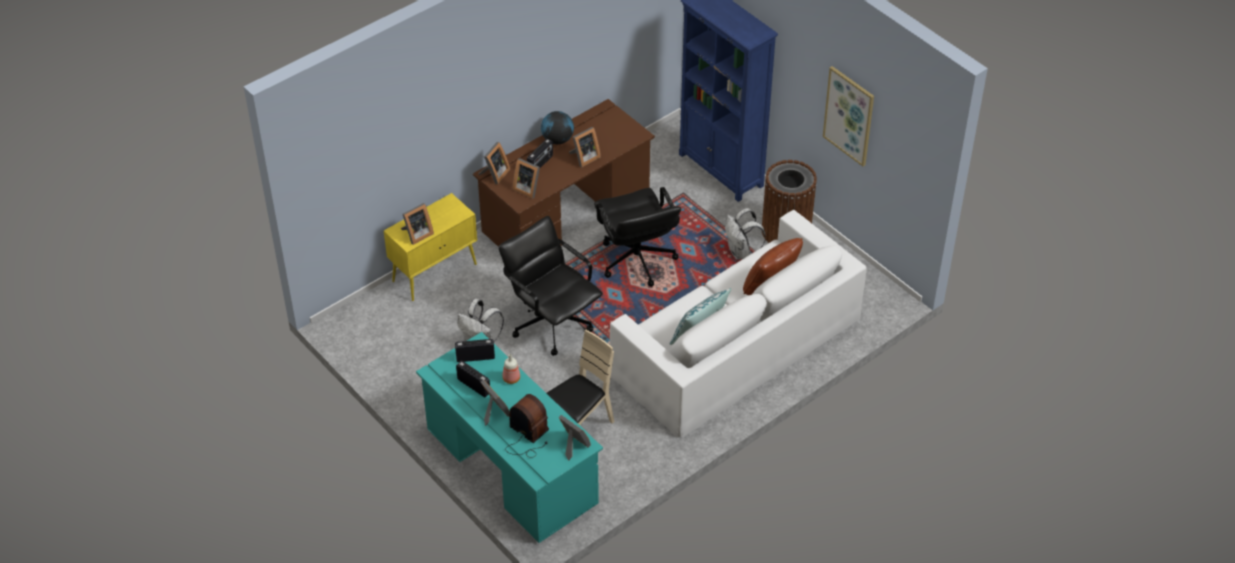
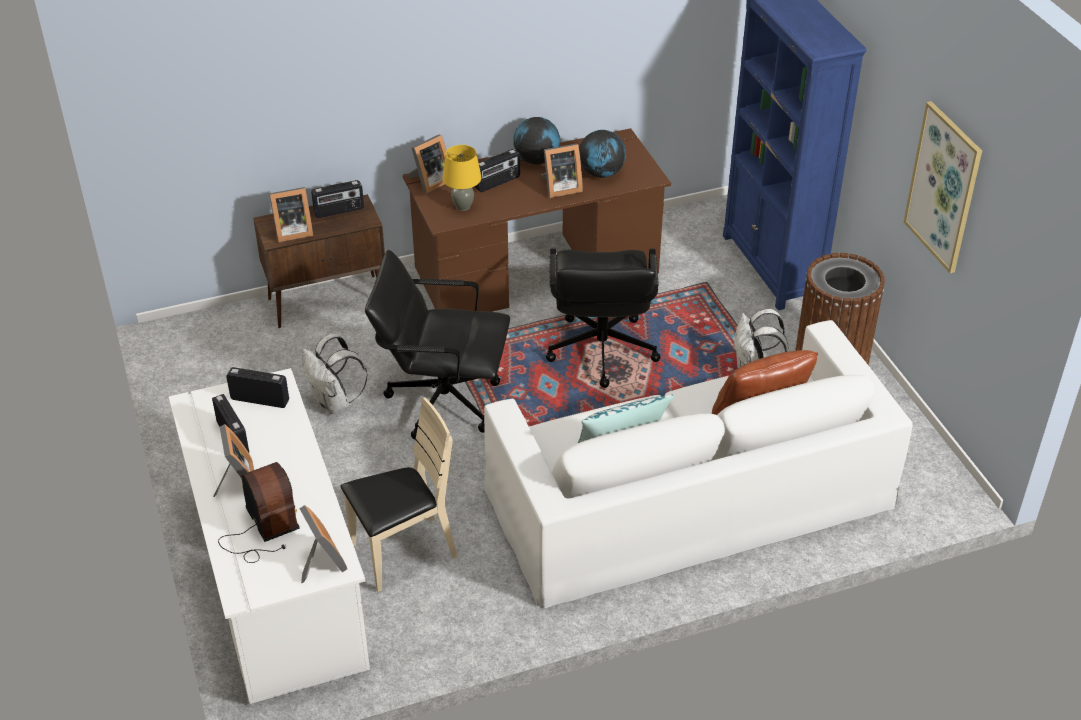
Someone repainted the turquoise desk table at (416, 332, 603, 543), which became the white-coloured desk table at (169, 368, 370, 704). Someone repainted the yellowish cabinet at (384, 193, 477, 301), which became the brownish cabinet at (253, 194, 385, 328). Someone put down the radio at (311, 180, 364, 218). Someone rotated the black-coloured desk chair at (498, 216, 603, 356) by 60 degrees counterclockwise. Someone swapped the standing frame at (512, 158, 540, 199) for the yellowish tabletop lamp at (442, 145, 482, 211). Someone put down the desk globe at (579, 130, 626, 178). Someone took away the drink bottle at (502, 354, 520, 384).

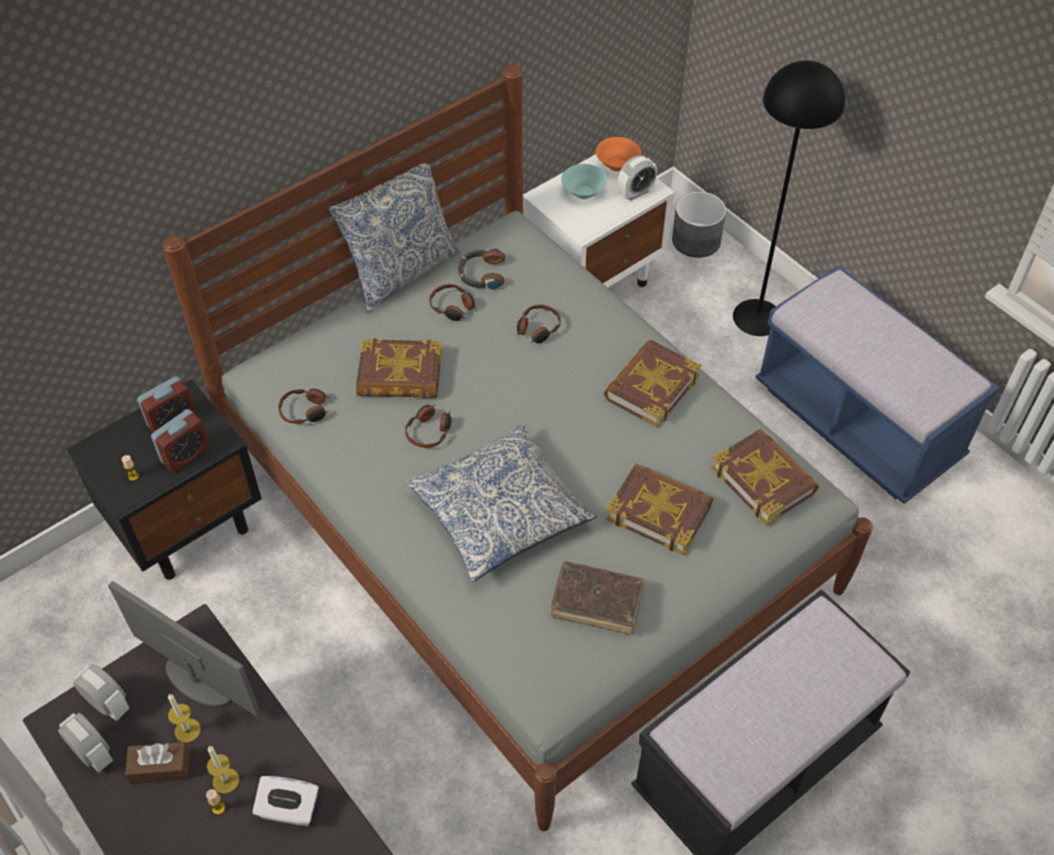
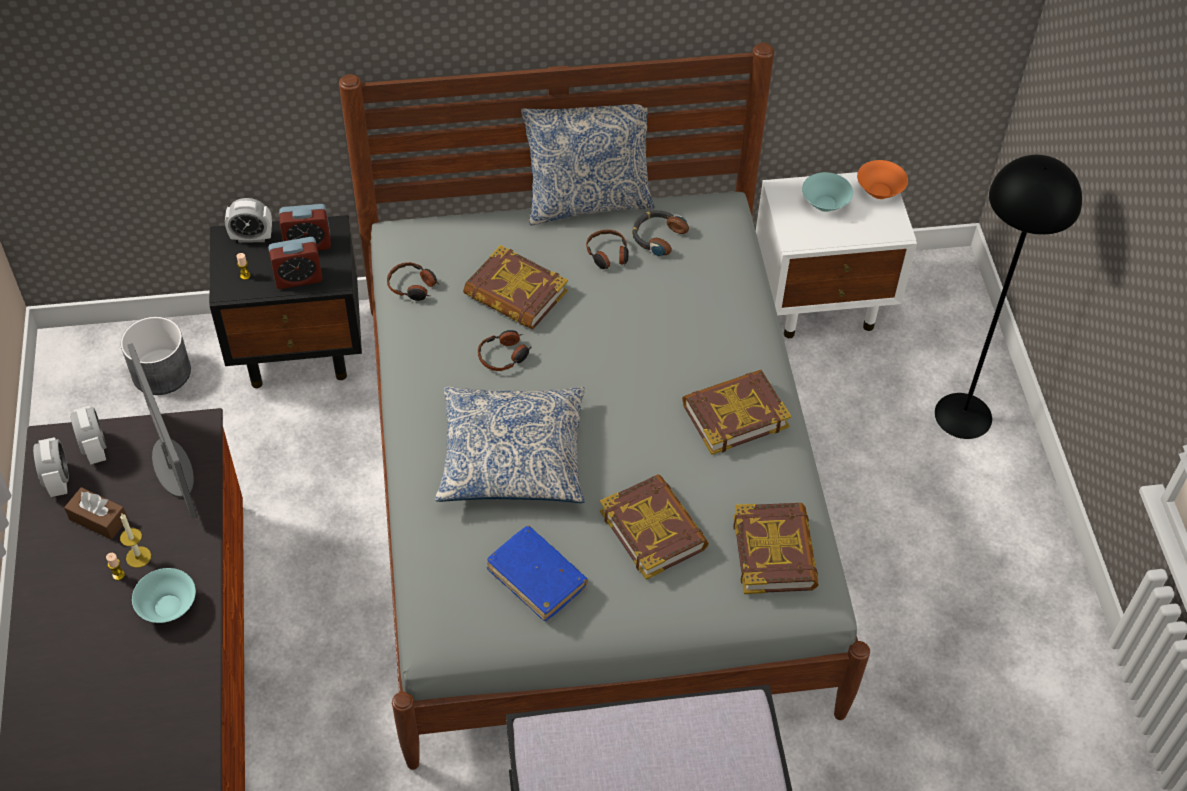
Someone carried the grey planter from (672, 192, 726, 258) to (121, 317, 191, 395). Someone swapped the white-coloured box of tissues at (252, 776, 319, 826) for the turquoise bowl at (132, 568, 196, 623). Someone carried the alarm clock from (618, 155, 657, 201) to (225, 198, 272, 243). Someone repainted the brownish book at (551, 561, 645, 634), which became the blue-coloured book at (487, 525, 588, 621). Someone took away the wax candle at (168, 694, 201, 743). Someone took away the headphones at (517, 305, 561, 343). Someone took away the blue-coloured bench at (755, 265, 999, 504).

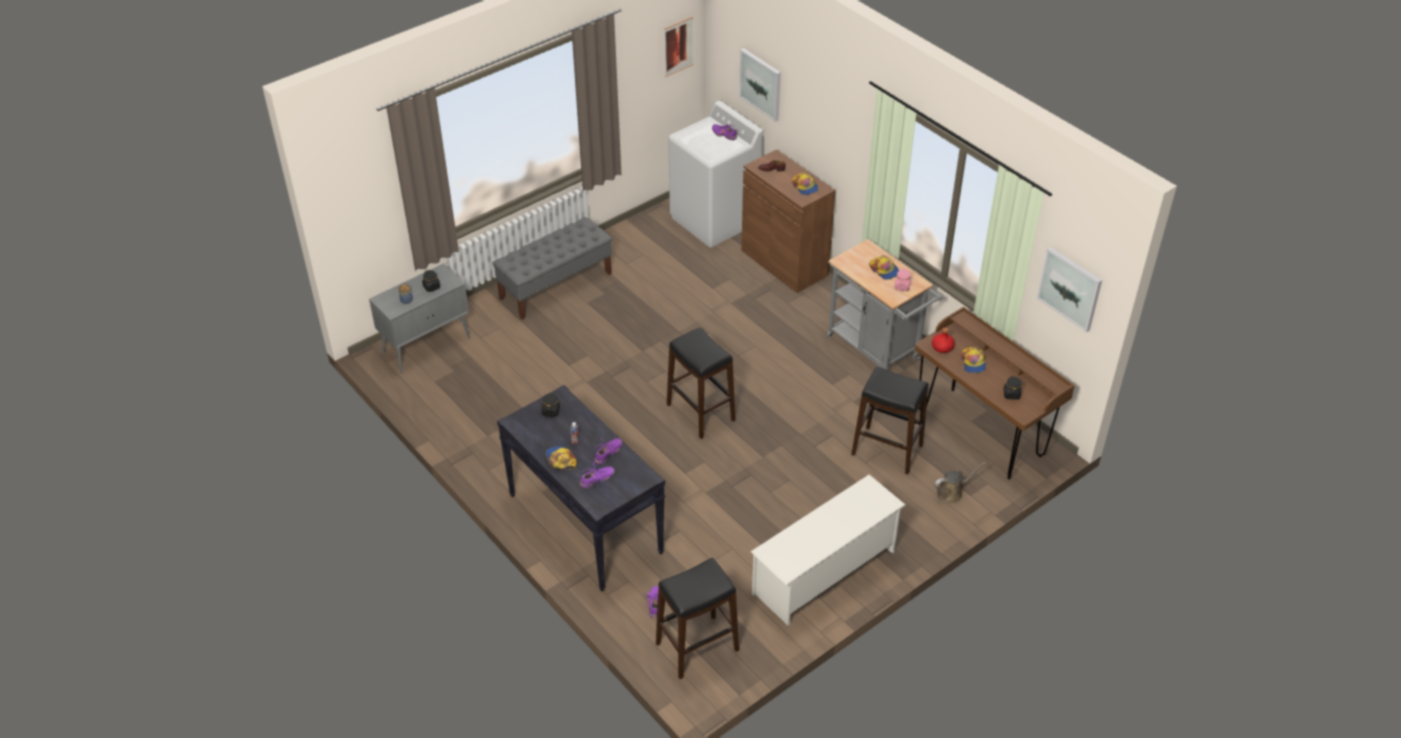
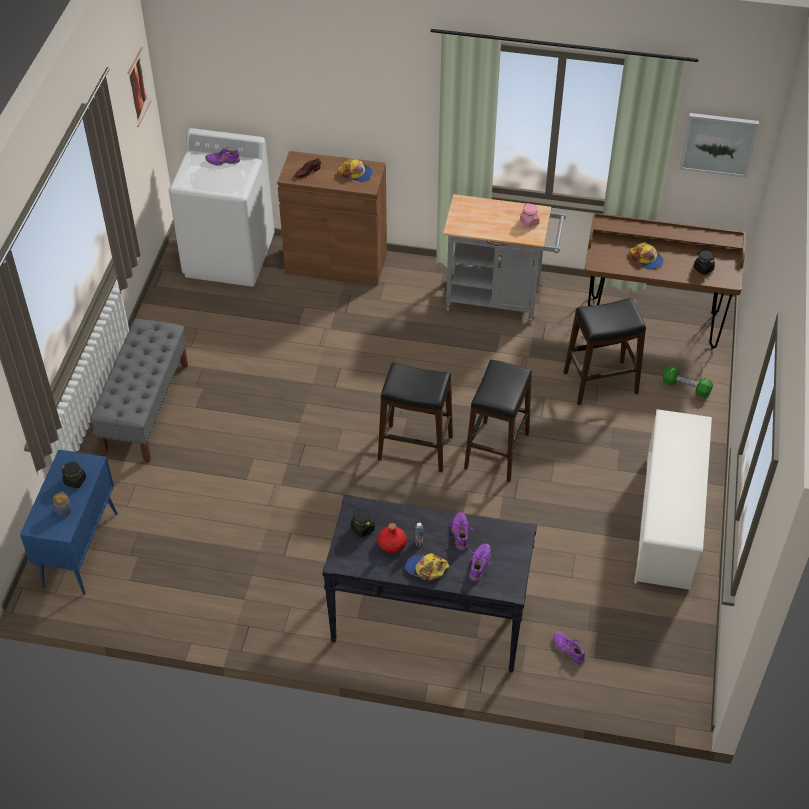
Someone repainted the grey cabinet at (369, 264, 470, 374), which became the blue-coloured cabinet at (20, 449, 118, 595). Someone carried the reddish drink bottle from (932, 328, 955, 353) to (378, 523, 407, 553). Someone carried the black-coloured sitting stool from (656, 558, 739, 679) to (464, 360, 532, 482). Someone swapped the brownish sprinkling can at (934, 462, 986, 503) for the greenish free weight at (662, 366, 713, 398). Someone took away the wall picture at (739, 48, 781, 122). Someone took away the cap at (869, 255, 899, 280).

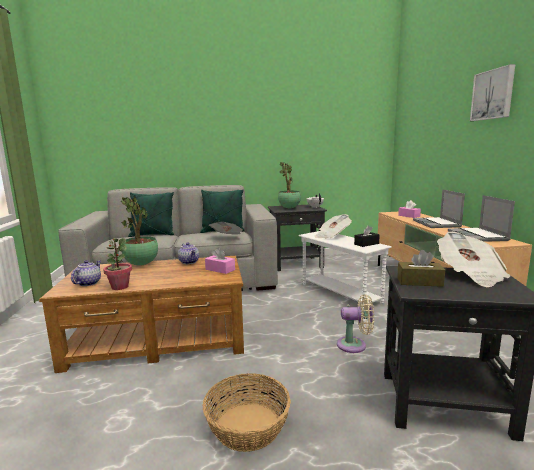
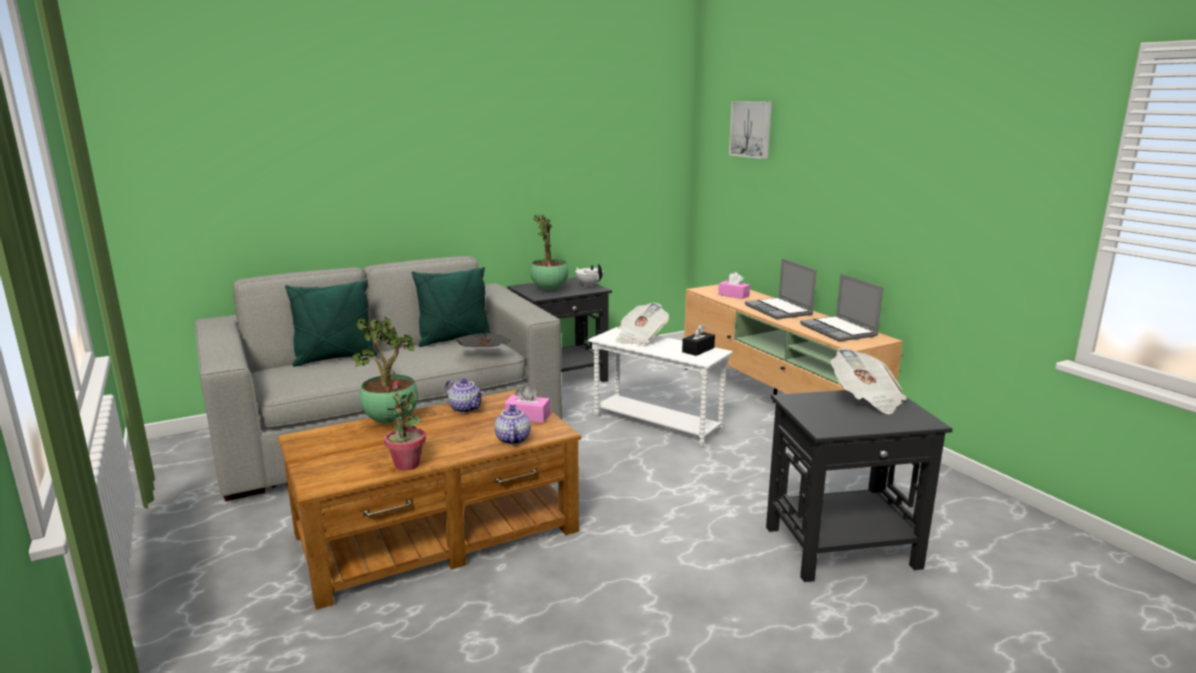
Someone carried the pot for tea from (71, 260, 101, 286) to (495, 404, 531, 445). Someone carried the wall picture from (470, 64, 515, 121) to (729, 101, 772, 159). Someone took away the storage basket at (203, 374, 291, 452). Someone took away the beige-coloured cooling fan at (337, 294, 374, 353). Someone took away the brownish box of tissues at (397, 250, 445, 287).

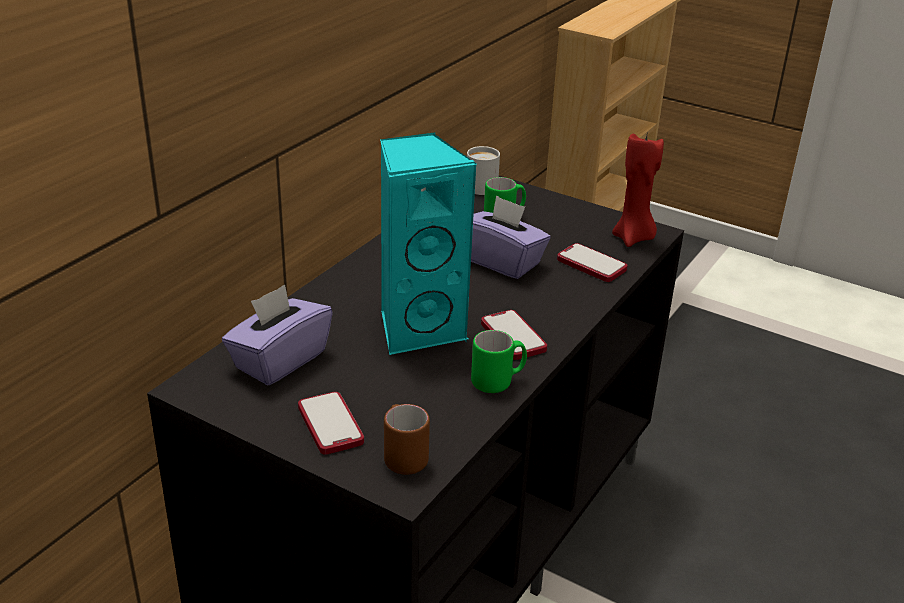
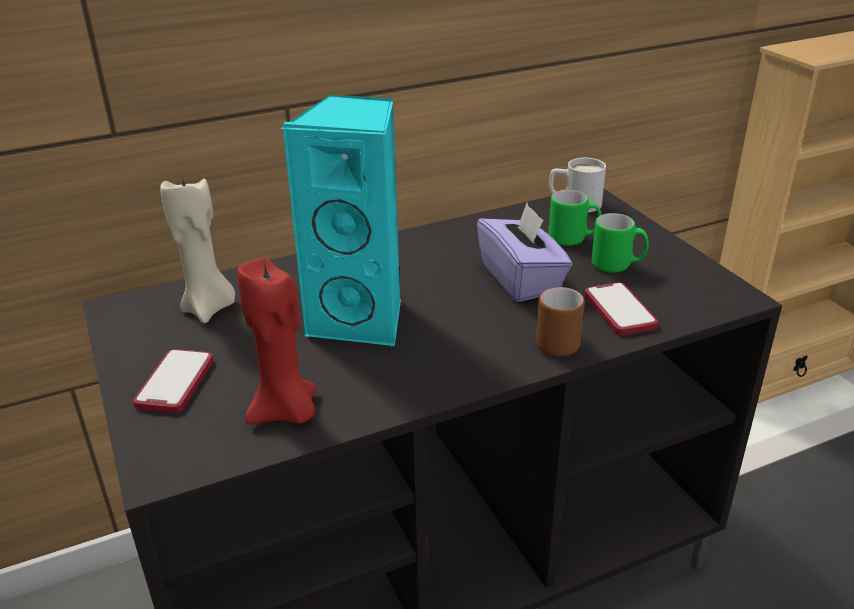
Someone swapped the purple box of tissues at (222, 285, 333, 385) for the beige-coloured wax candle at (160, 176, 235, 323). Someone carried the reddish wax candle from (612, 133, 664, 247) to (237, 258, 317, 424). Someone carried the brownish mug from (384, 404, 430, 475) to (536, 287, 585, 356). Someone carried the greenish mug from (471, 330, 527, 393) to (592, 213, 649, 273). Someone took away the handset at (481, 310, 547, 360).

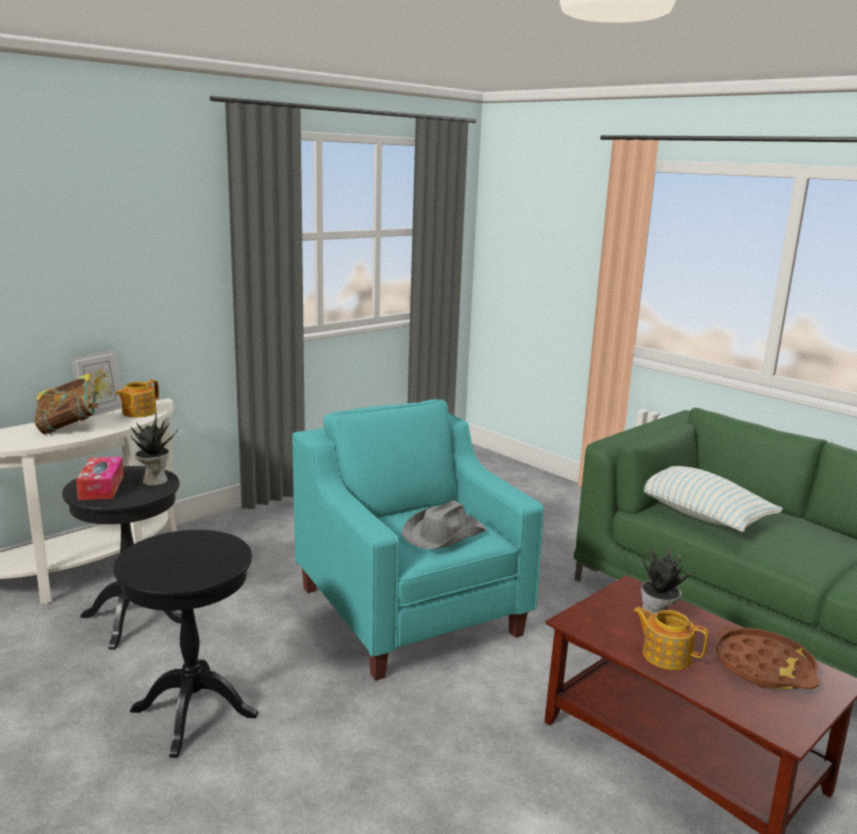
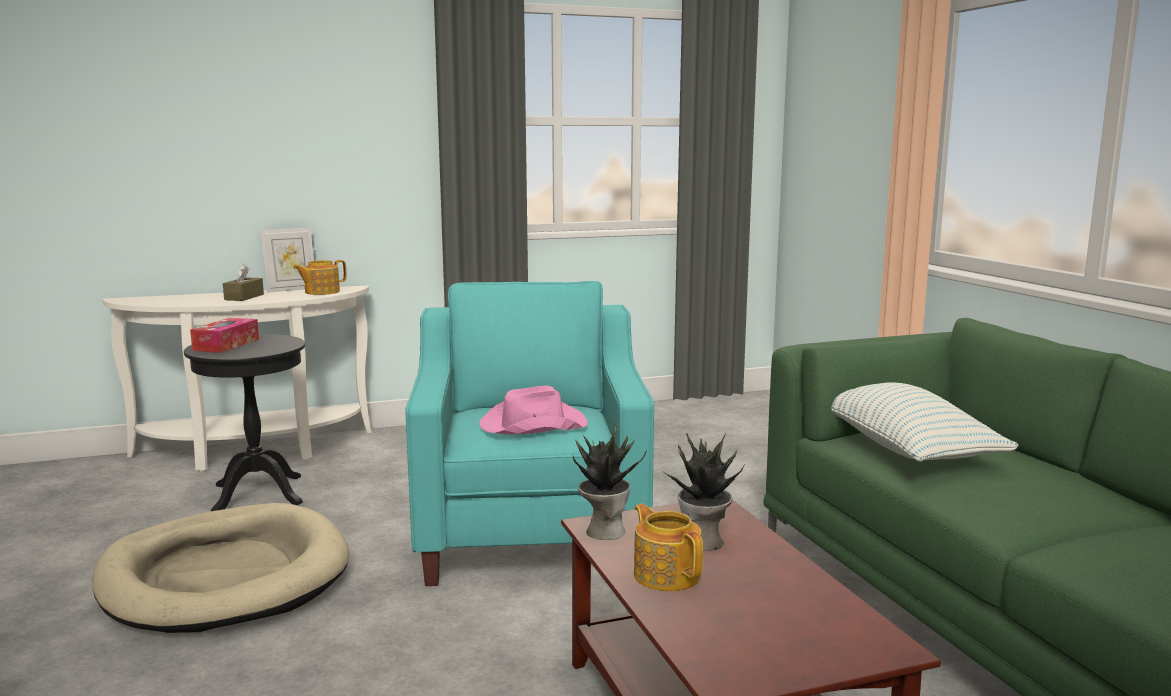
Someone swapped the black-coloured accent table at (113, 530, 258, 758) for the beige-coloured pet bed at (92, 503, 350, 633). Someone swapped the book at (34, 373, 100, 434) for the brownish box of tissues at (223, 264, 264, 301). Someone repainted the grey hat at (401, 501, 486, 549), which became the pink hat at (479, 385, 588, 435). Someone carried the potted plant from (130, 413, 178, 485) to (573, 422, 646, 540). Someone took away the brownish tray at (716, 625, 820, 690).

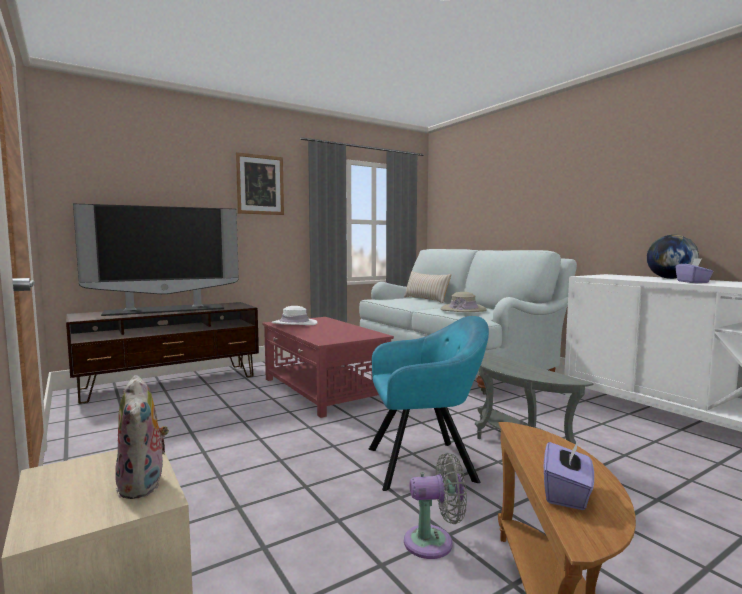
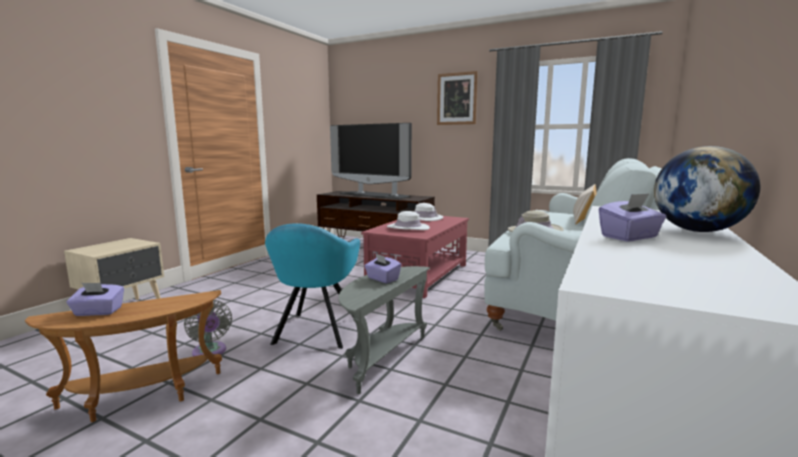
Someone rotated the turquoise armchair at (369, 316, 489, 491) by 45 degrees clockwise. Someone put down the purple box of tissues at (365, 253, 401, 283). Someone put down the white-coloured hat at (387, 211, 430, 230). Someone took away the cuddly toy at (115, 375, 169, 499).

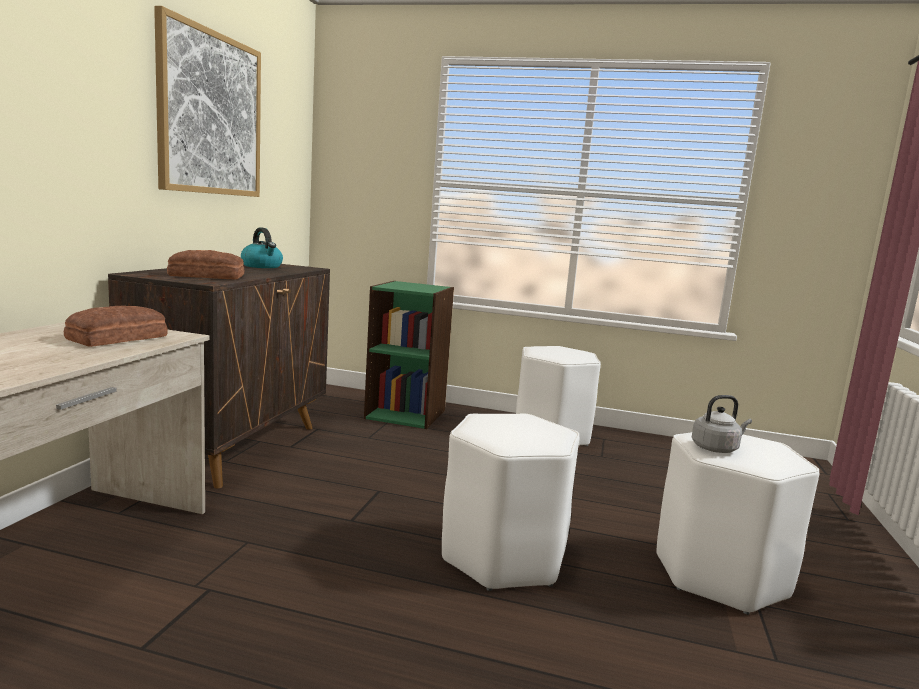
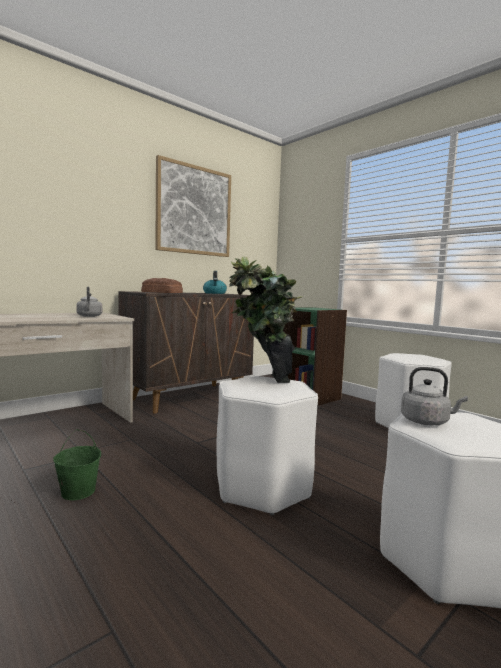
Someone put down the greenish bucket at (53, 429, 101, 500). Someone swapped the bakery bread at (64, 306, 168, 347) for the grey kettle at (76, 287, 102, 317). Someone put down the potted plant at (229, 256, 303, 383).

